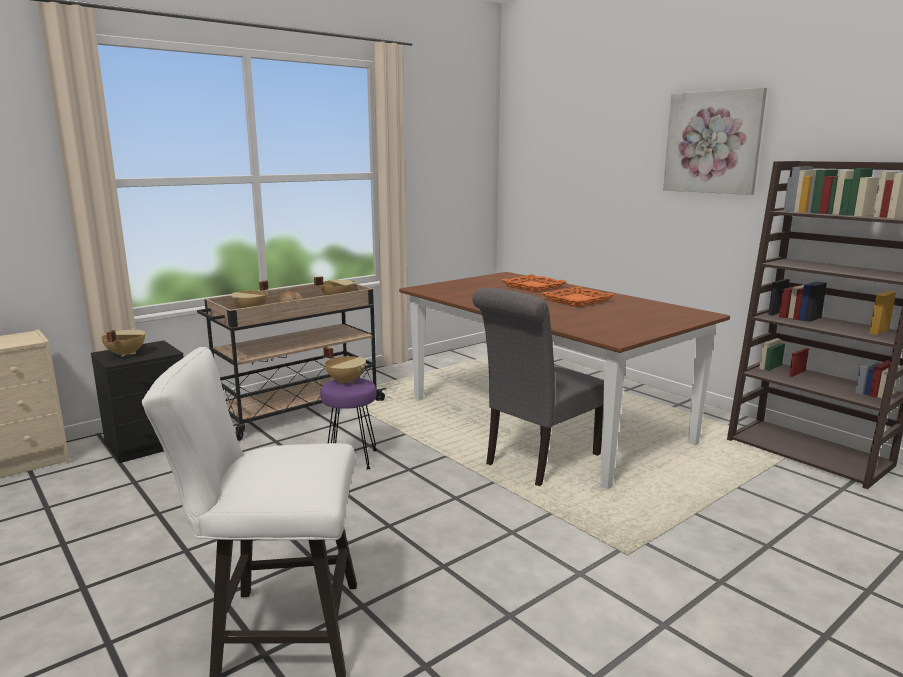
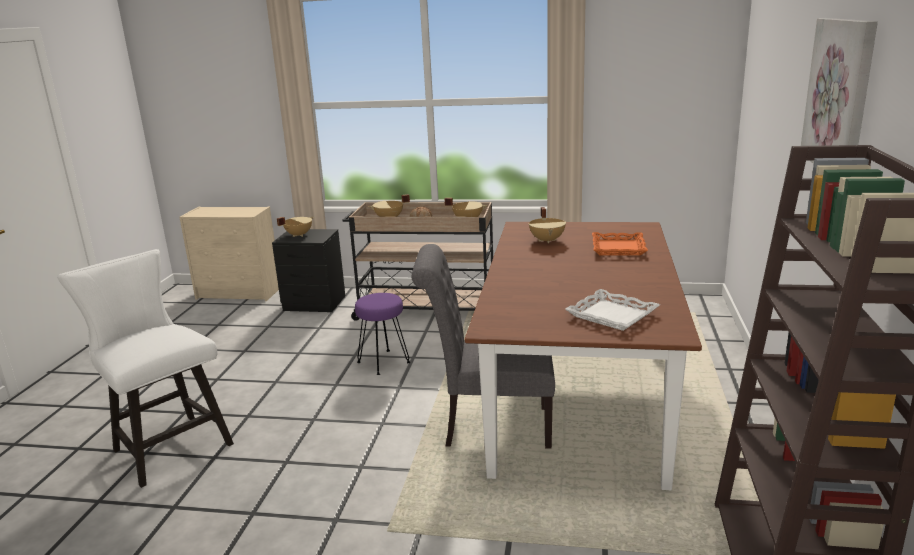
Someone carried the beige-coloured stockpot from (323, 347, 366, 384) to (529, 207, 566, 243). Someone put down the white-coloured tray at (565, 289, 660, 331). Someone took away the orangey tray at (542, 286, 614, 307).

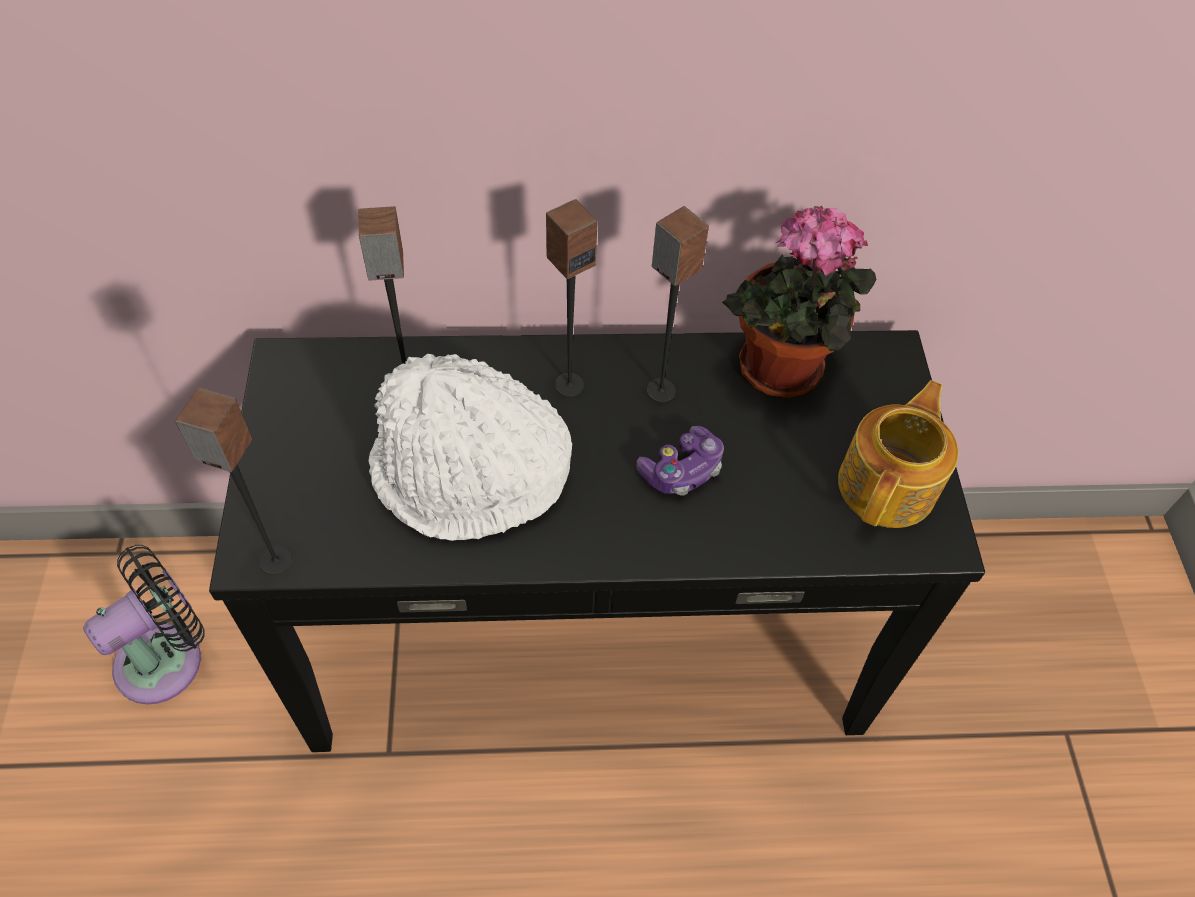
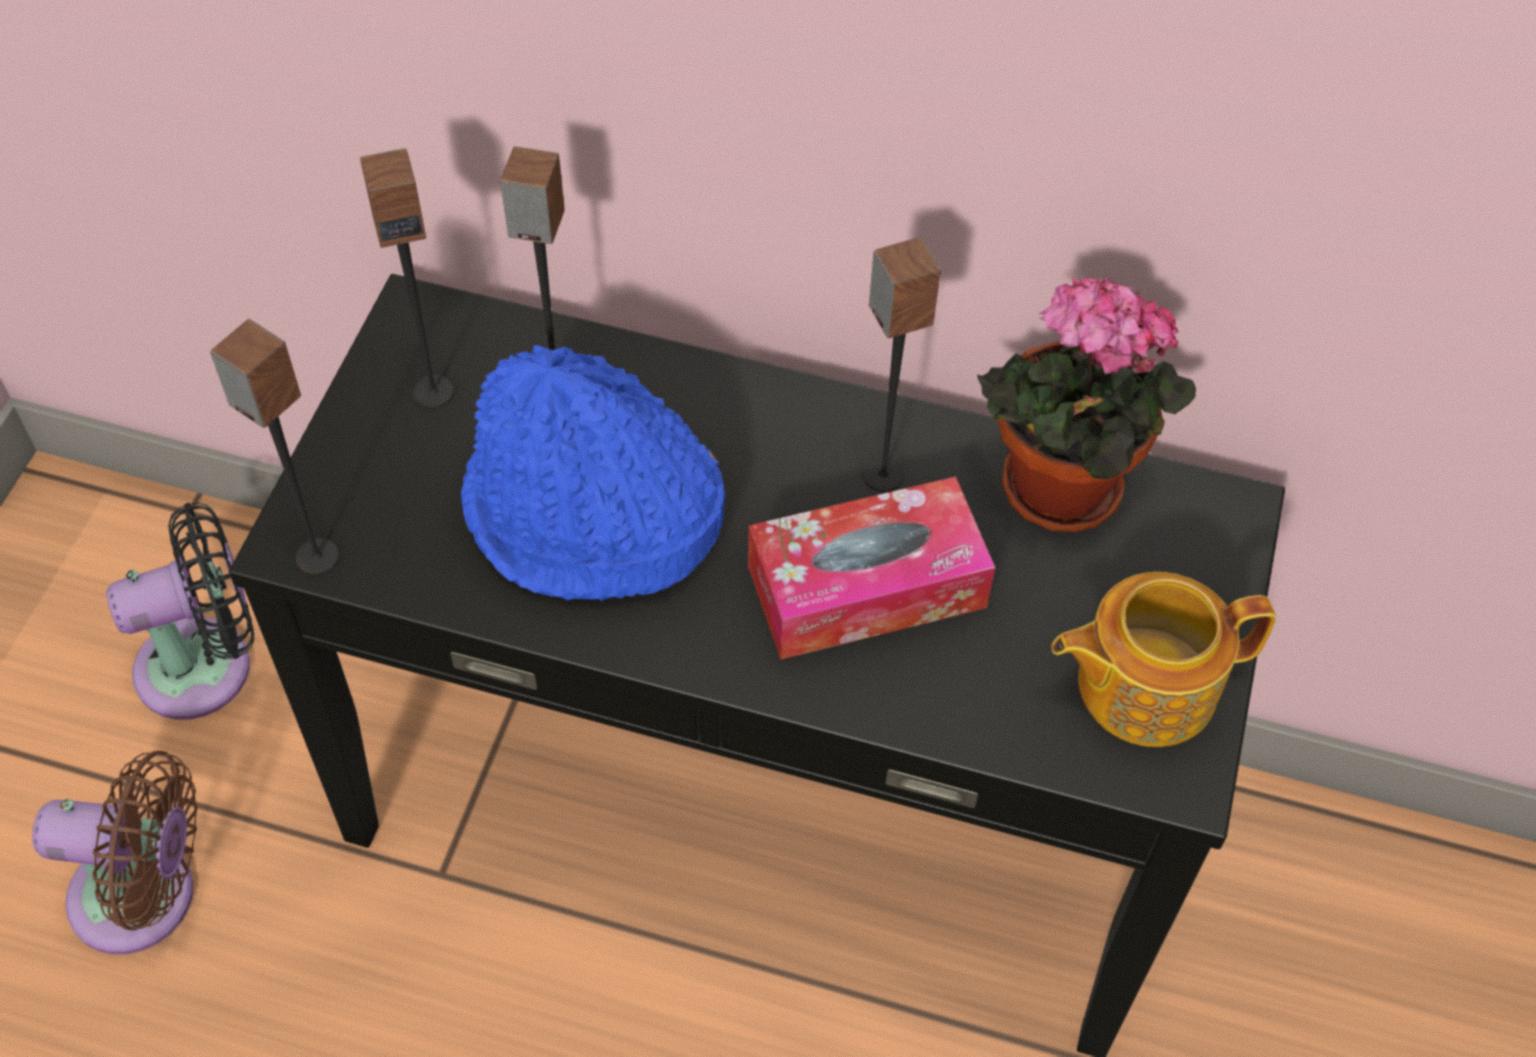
Someone put down the brownish cooling fan at (32, 751, 198, 954). Someone carried the loudspeaker from (546, 199, 598, 397) to (360, 148, 454, 408). Someone repainted the white-coloured hat at (369, 354, 572, 541), which became the blue-coloured hat at (461, 345, 725, 601). Someone swapped the gamepad at (637, 426, 724, 496) for the box of tissues at (748, 477, 995, 660). Someone rotated the pot for tea at (838, 380, 959, 528) by 150 degrees counterclockwise.

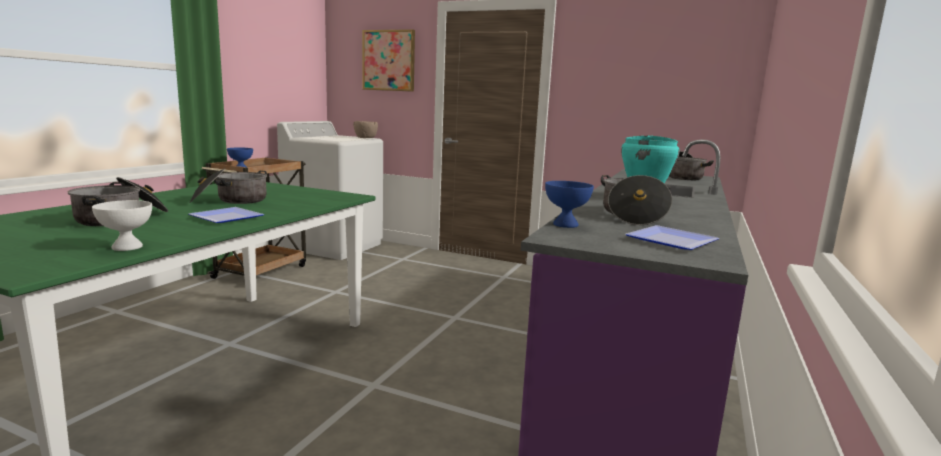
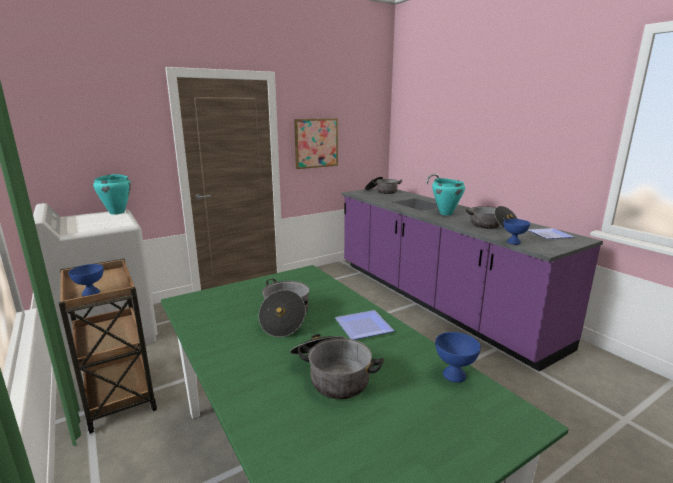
Someone swapped the brownish bowl at (353, 121, 378, 138) for the turquoise stockpot at (93, 174, 131, 215). Someone carried the wall picture from (362, 29, 415, 92) to (294, 118, 338, 169). Someone repainted the white-coloured bowl at (92, 200, 152, 251), which became the blue-coloured bowl at (435, 332, 481, 383).

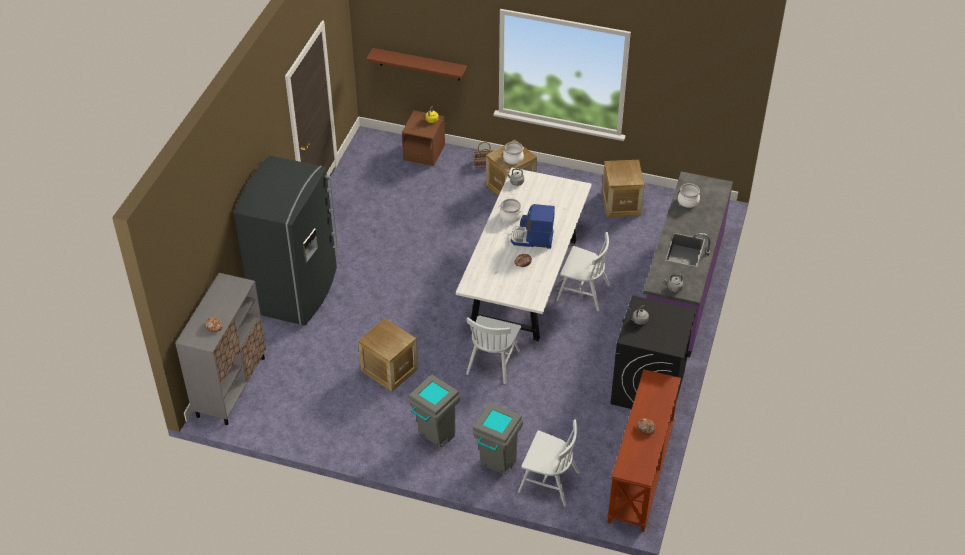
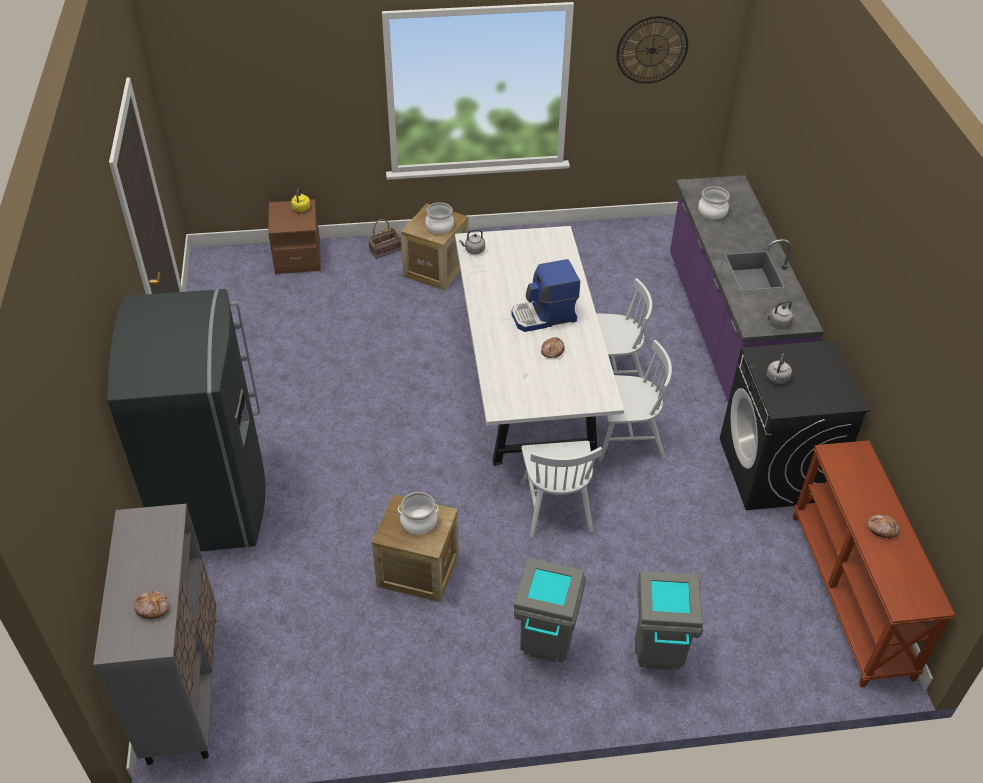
Someone carried the stockpot from (499, 199, 522, 223) to (398, 492, 439, 534). Someone carried the white-coloured upright chair from (518, 420, 580, 506) to (599, 340, 672, 461). Someone put up the hanging clock at (617, 16, 688, 84). Someone took away the brownish shelf at (366, 48, 467, 81). Someone took away the shipping crate at (602, 160, 645, 217).

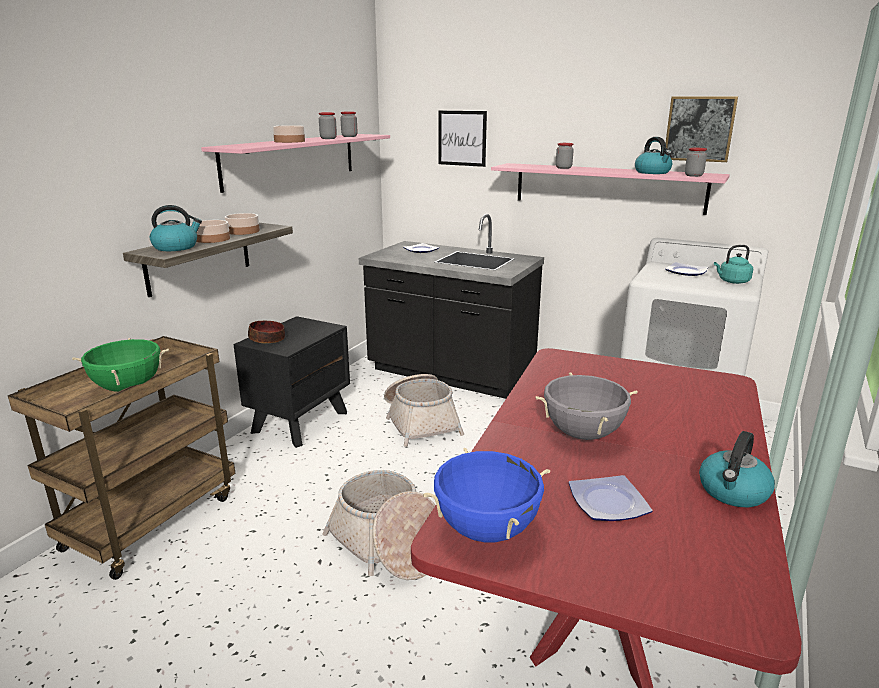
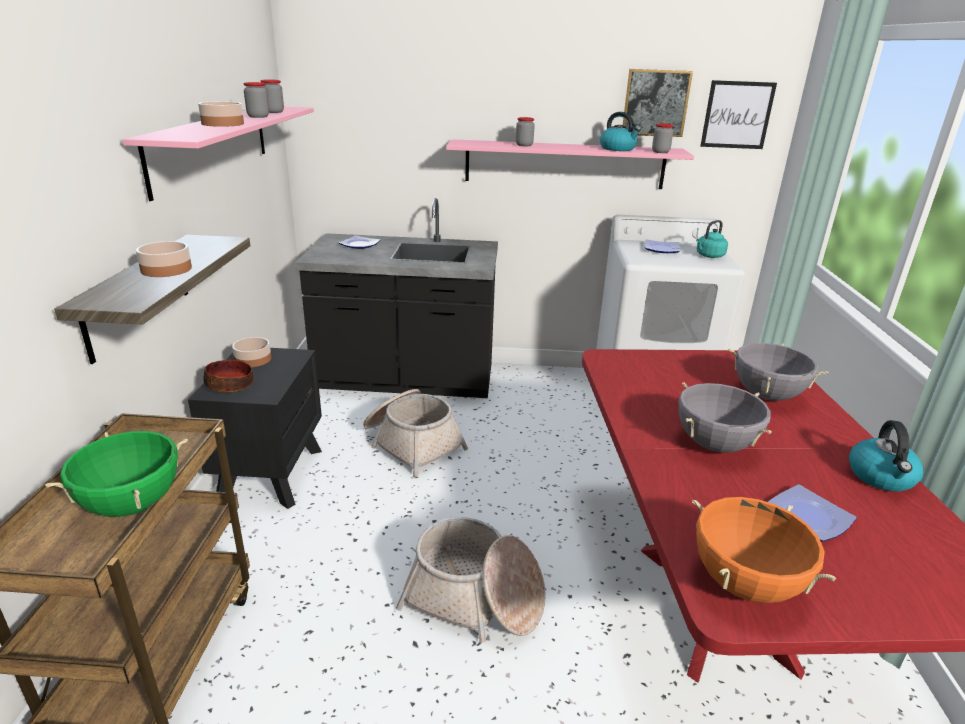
Someone carried the bowl from (224, 213, 260, 235) to (232, 337, 271, 367). Someone repainted the blue-coloured stockpot at (423, 447, 550, 542), which became the orangey stockpot at (692, 497, 836, 603). Someone carried the wall picture from (439, 111, 487, 167) to (700, 80, 777, 149). Someone put down the grey stockpot at (728, 343, 829, 401). Someone took away the kettle at (150, 205, 202, 251).

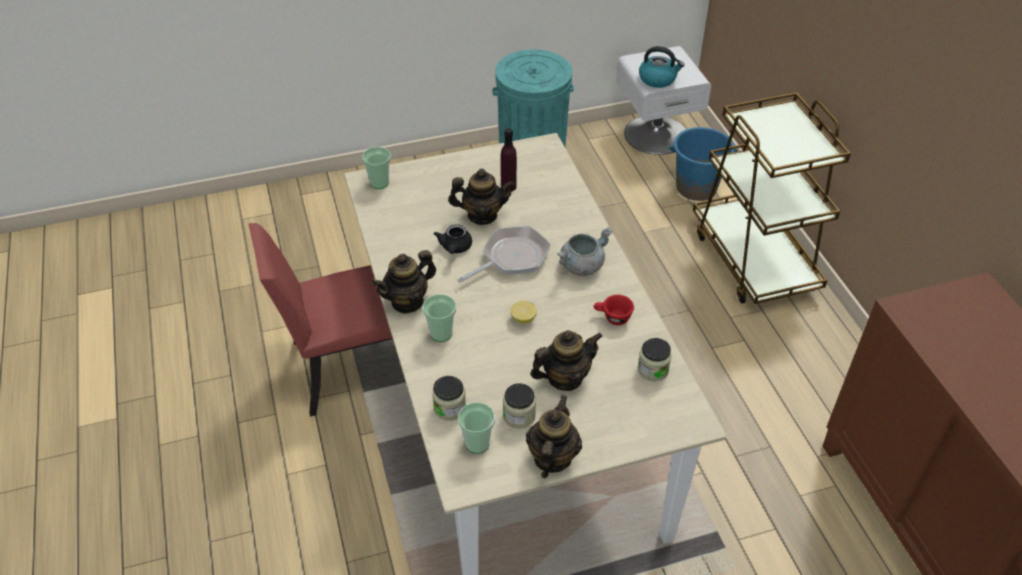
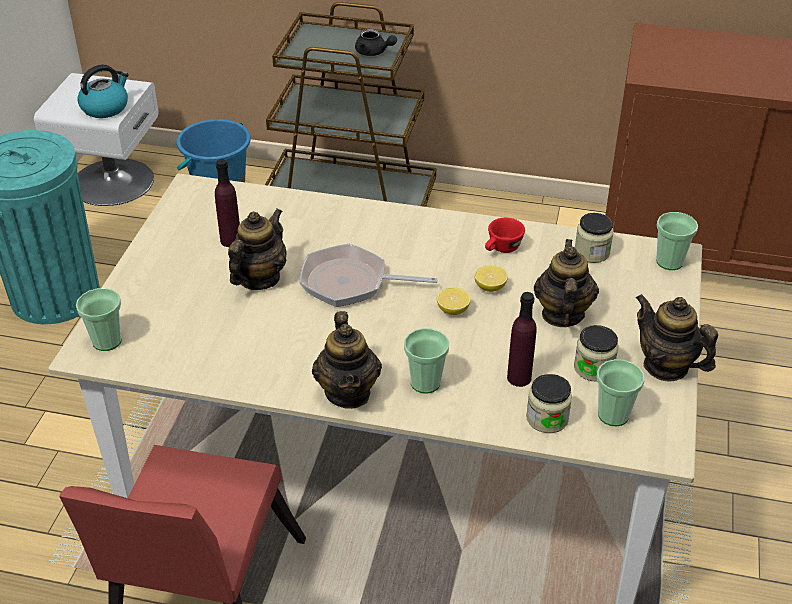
Someone rotated the skillet at (457, 226, 551, 283) by 75 degrees counterclockwise. Someone carried the black-coloured pot for tea from (433, 224, 472, 254) to (355, 29, 397, 56). Someone put down the whole lemon at (474, 265, 508, 292). Someone put down the purple drink bottle at (507, 292, 537, 387). Someone put down the cup at (656, 212, 698, 270). Someone took away the grey stockpot at (557, 227, 613, 276).

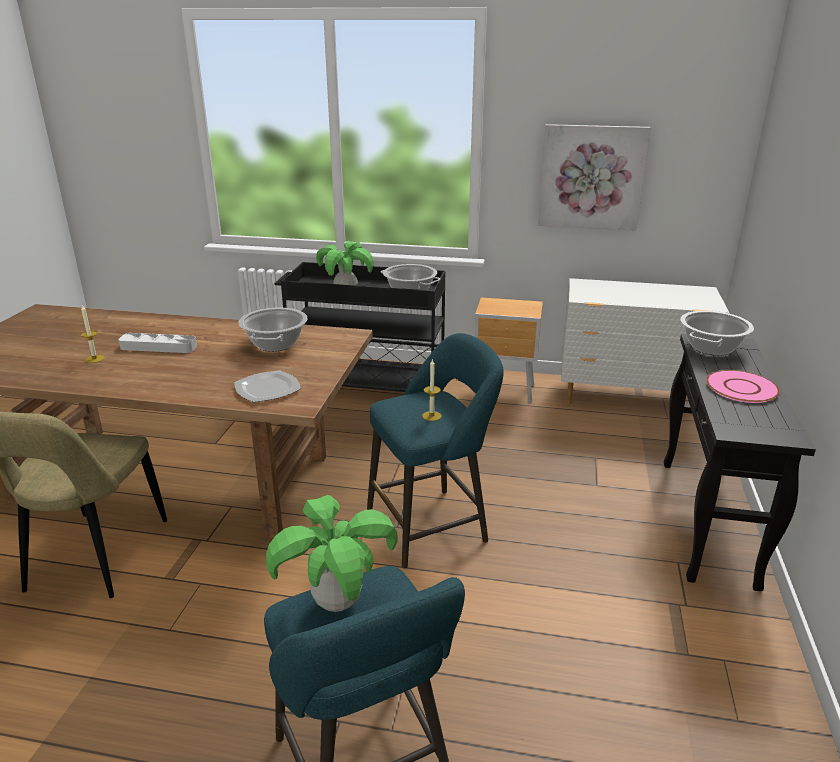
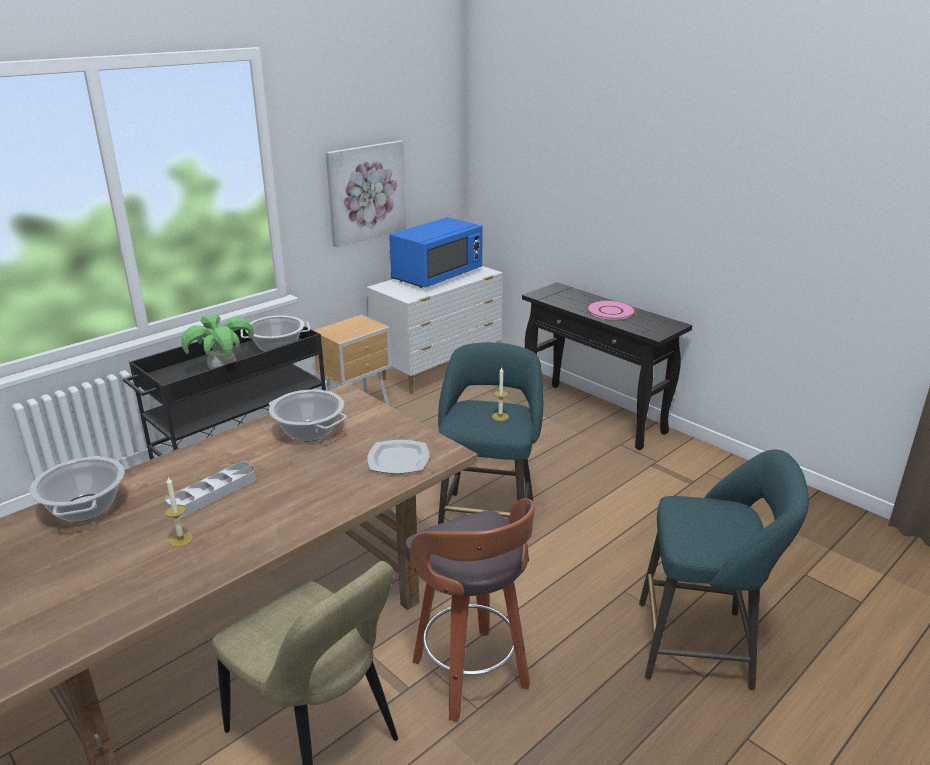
Someone carried the stockpot from (680, 311, 754, 356) to (30, 456, 125, 522). Someone put down the blue-coloured microwave oven at (389, 217, 483, 288). Someone put down the sitting stool at (404, 498, 535, 722). Someone took away the potted plant at (266, 495, 398, 612).

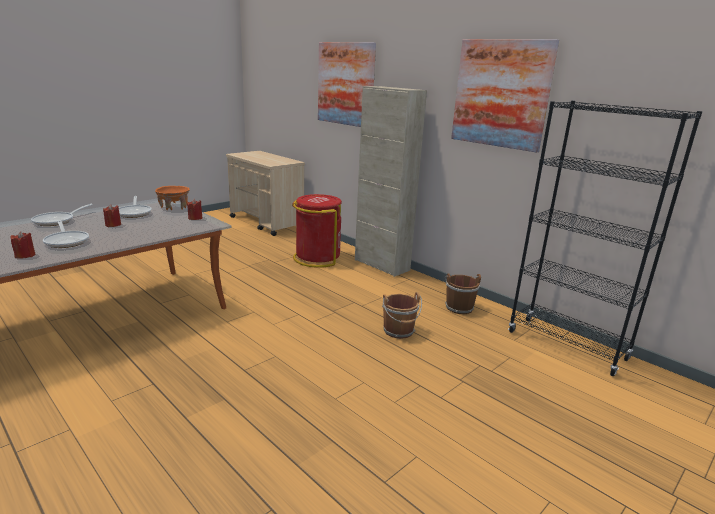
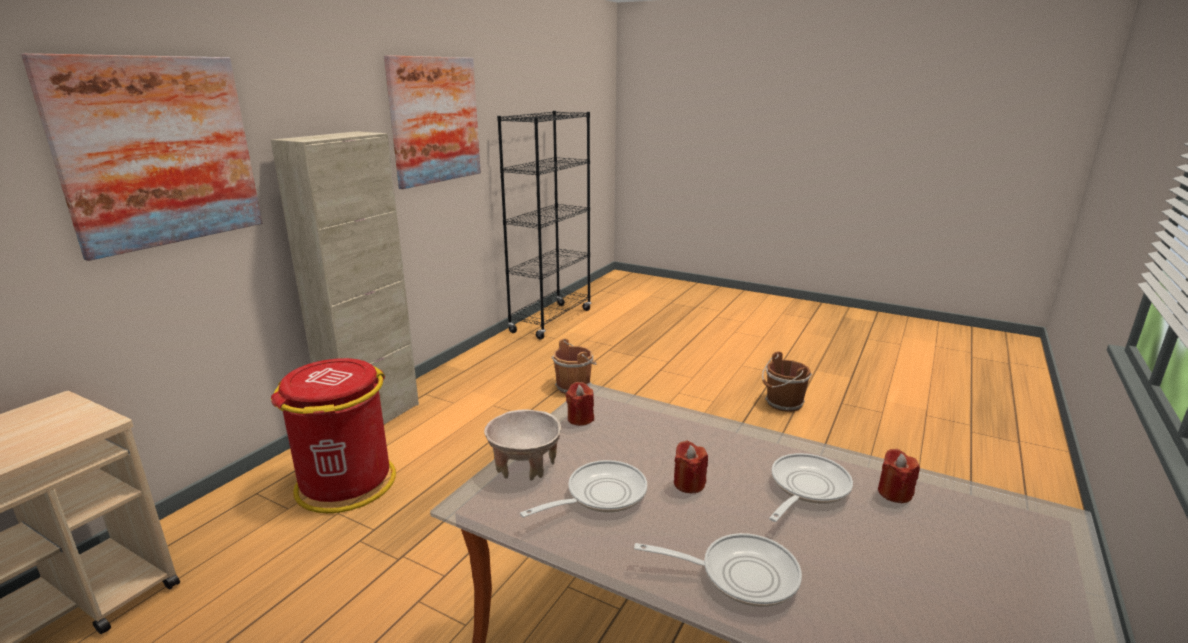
Someone repainted the orangey bowl at (155, 186, 190, 210), which became the beige-coloured bowl at (484, 409, 561, 480). Someone carried the brownish bucket from (445, 274, 481, 314) to (762, 351, 812, 412).

